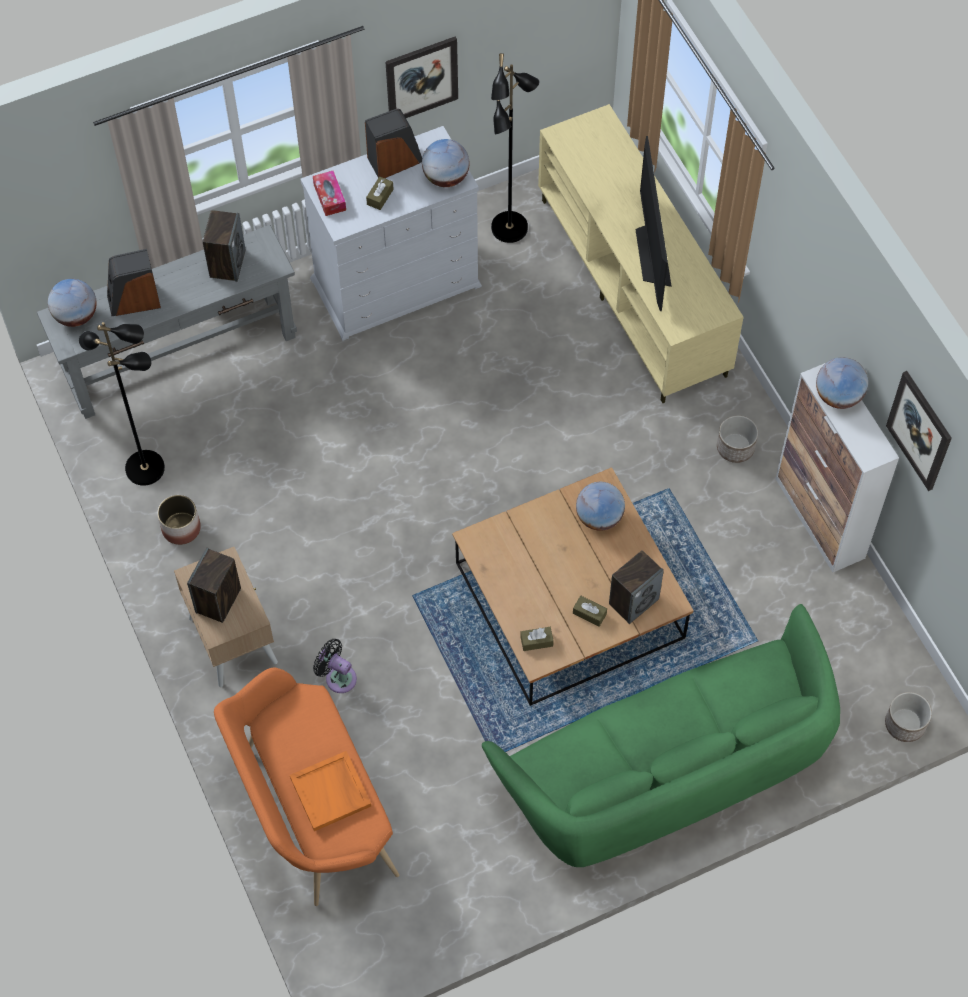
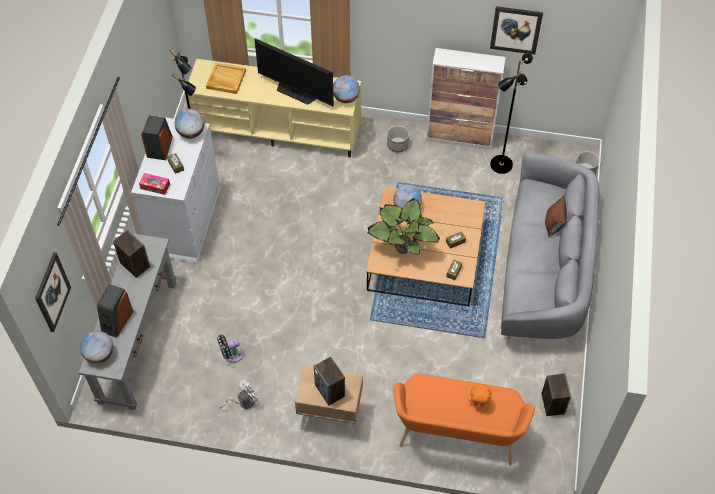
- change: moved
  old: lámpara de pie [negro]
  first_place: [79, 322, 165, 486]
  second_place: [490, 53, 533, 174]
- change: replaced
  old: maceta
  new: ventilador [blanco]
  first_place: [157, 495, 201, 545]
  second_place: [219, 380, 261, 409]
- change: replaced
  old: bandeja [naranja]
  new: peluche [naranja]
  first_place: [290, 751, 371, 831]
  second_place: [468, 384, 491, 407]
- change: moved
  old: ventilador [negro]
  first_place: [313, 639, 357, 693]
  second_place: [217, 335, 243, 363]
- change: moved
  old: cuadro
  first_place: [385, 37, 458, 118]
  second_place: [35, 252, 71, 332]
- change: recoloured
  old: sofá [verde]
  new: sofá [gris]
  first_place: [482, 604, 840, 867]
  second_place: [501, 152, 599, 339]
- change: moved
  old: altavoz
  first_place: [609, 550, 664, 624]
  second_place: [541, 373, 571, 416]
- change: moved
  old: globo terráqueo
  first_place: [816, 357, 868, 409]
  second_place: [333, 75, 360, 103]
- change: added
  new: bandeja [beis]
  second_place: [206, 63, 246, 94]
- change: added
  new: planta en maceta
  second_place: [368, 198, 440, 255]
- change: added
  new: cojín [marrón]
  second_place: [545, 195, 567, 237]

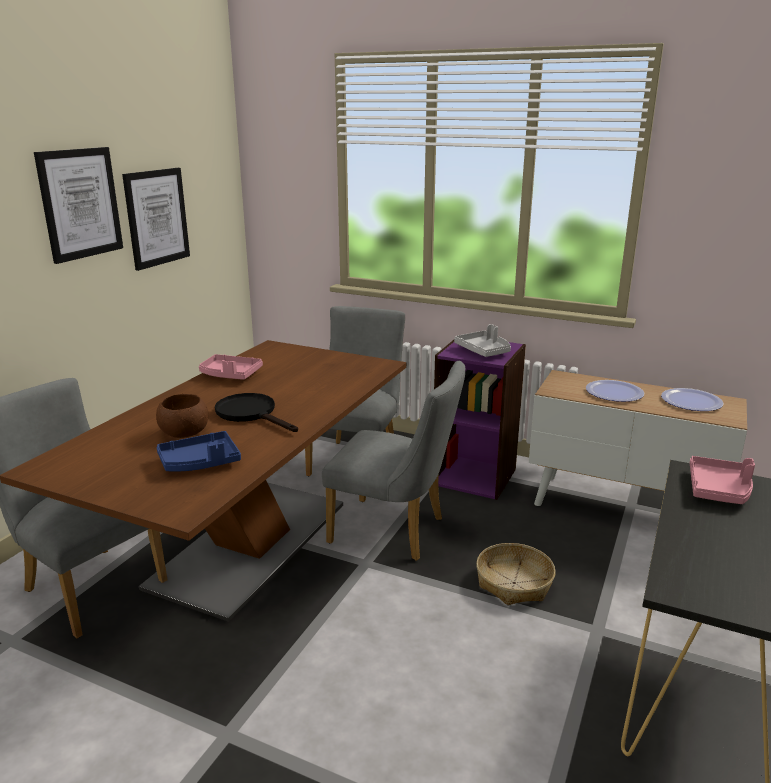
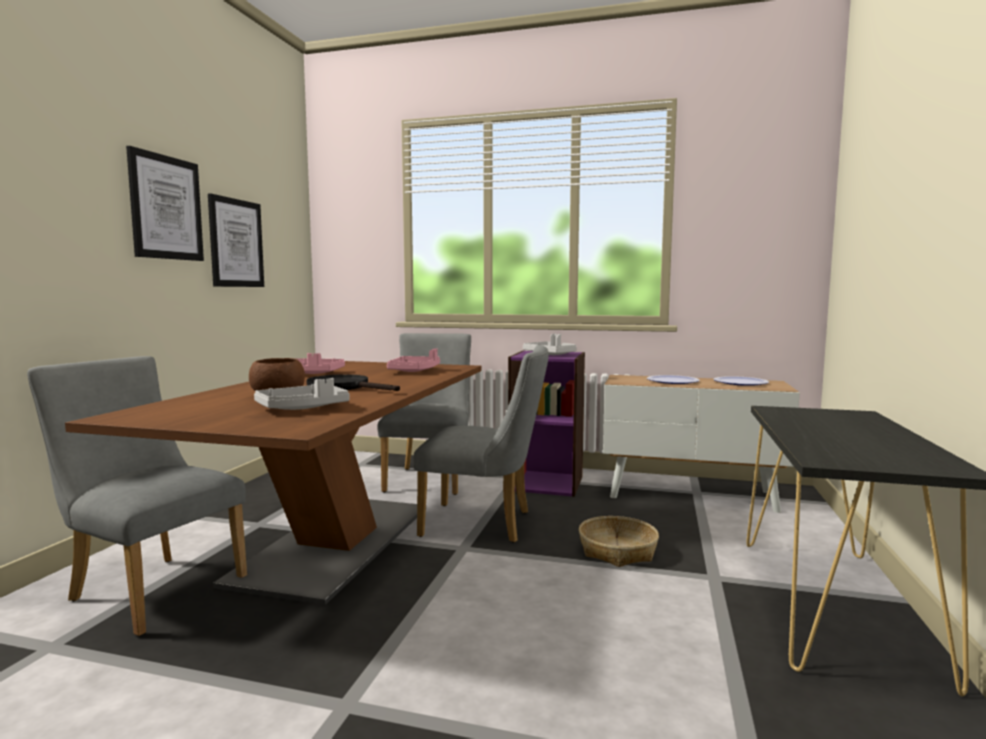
- change: recoloured
  old: bandeja [azul]
  new: bandeja [gris]
  first_place: [156, 431, 241, 472]
  second_place: [254, 378, 350, 410]
- change: moved
  old: bandeja [rosa]
  first_place: [690, 456, 755, 504]
  second_place: [387, 348, 440, 372]

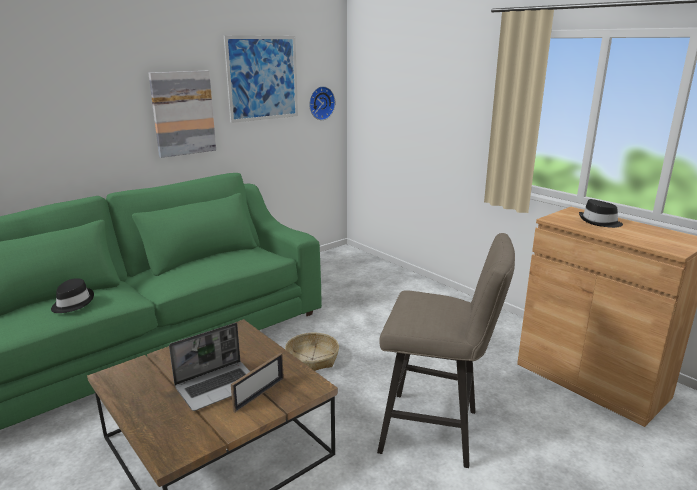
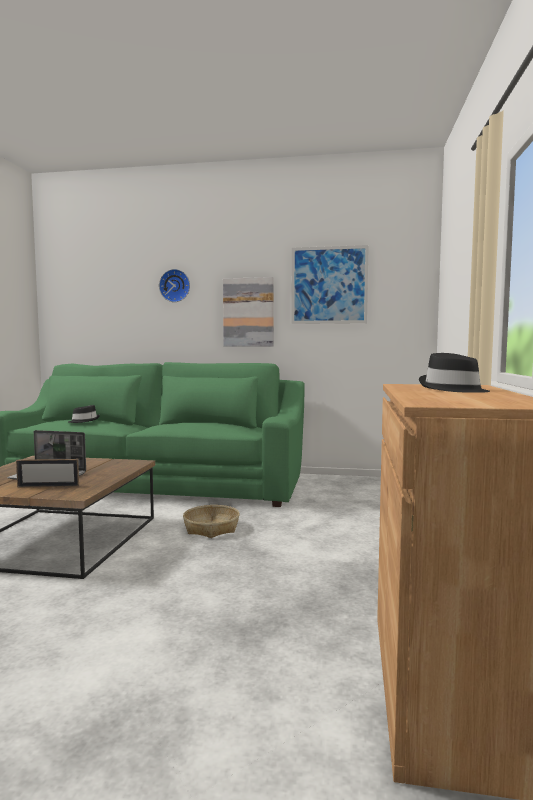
- change: moved
  old: reloj de pared
  first_place: [309, 86, 335, 120]
  second_place: [159, 269, 190, 302]
- change: removed
  old: taburete [beis]
  first_place: [377, 233, 515, 468]

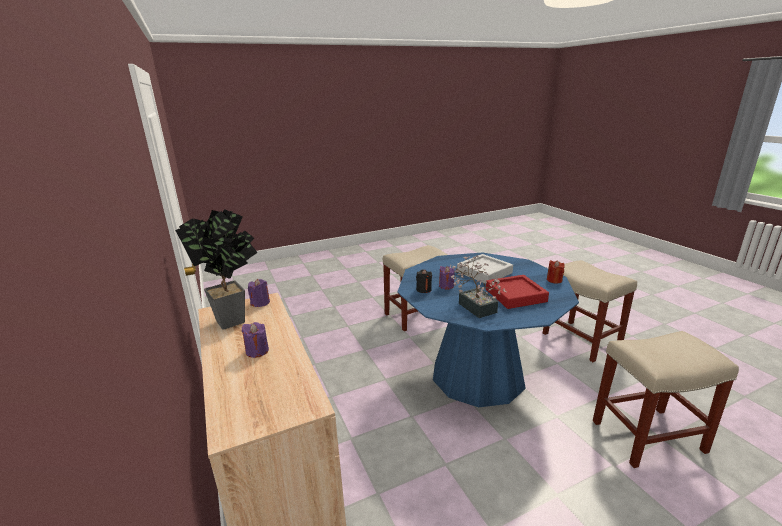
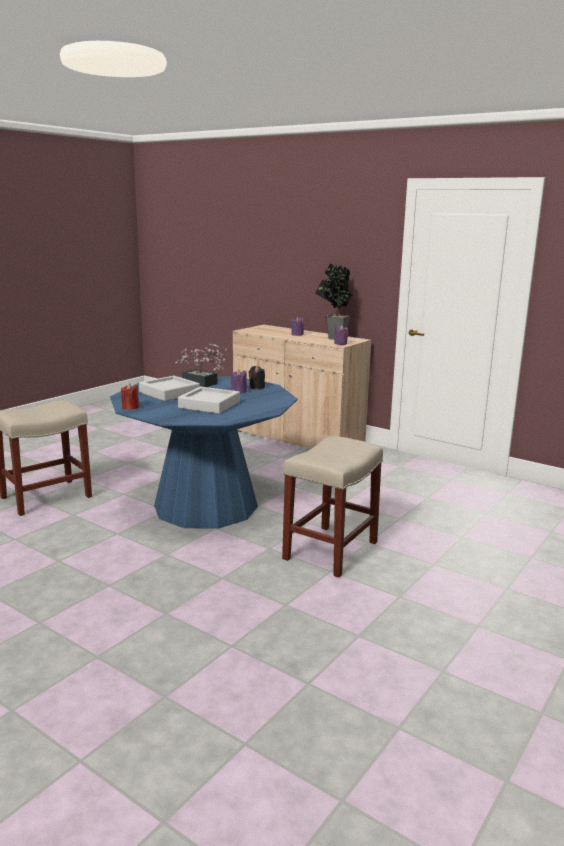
- change: recoloured
  old: bandeja [rojo]
  new: bandeja [gris]
  first_place: [486, 275, 549, 309]
  second_place: [139, 376, 200, 401]
- change: removed
  old: taburete [beis]
  first_place: [543, 260, 637, 362]

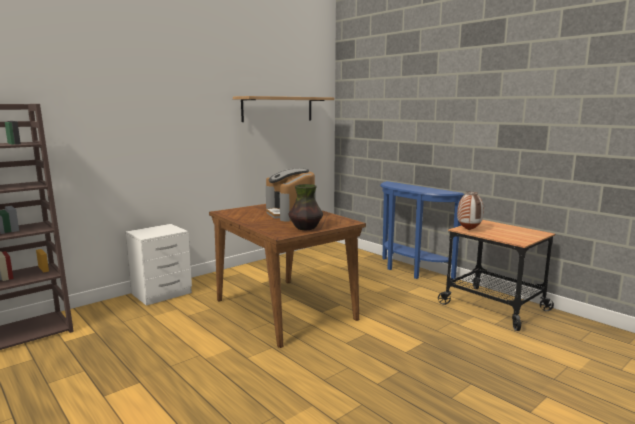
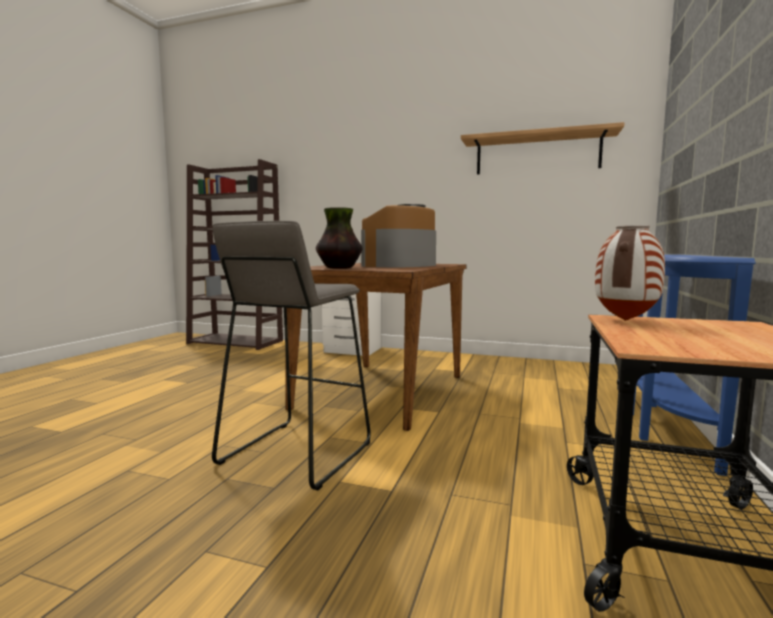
- change: added
  new: taburete [gris]
  second_place: [212, 221, 371, 491]

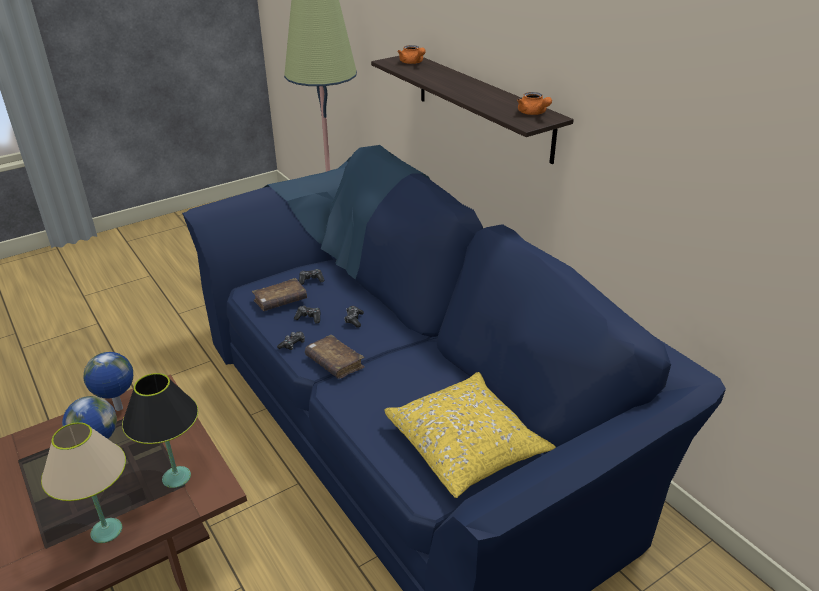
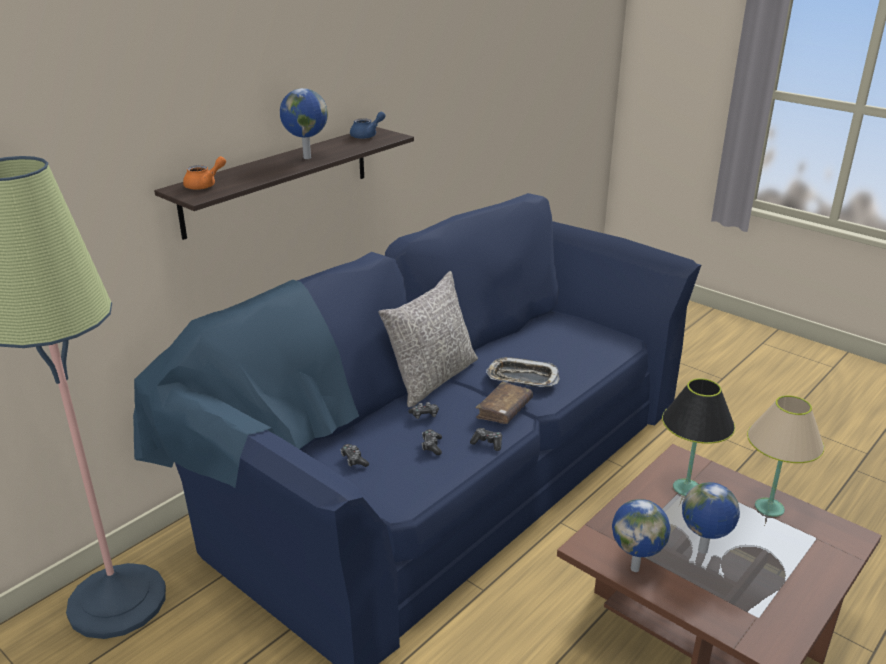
- change: removed
  old: libro [marrón]
  first_place: [252, 278, 307, 311]
- change: removed
  old: cojín [amarillo]
  first_place: [384, 372, 556, 498]
- change: recoloured
  old: tetera [naranja]
  new: tetera [azul]
  first_place: [517, 92, 552, 115]
  second_place: [350, 111, 385, 139]
- change: added
  new: globo terráqueo
  second_place: [280, 88, 328, 159]
- change: added
  new: cojín [gris]
  second_place: [378, 271, 478, 407]
- change: added
  new: bandeja
  second_place: [486, 357, 560, 387]

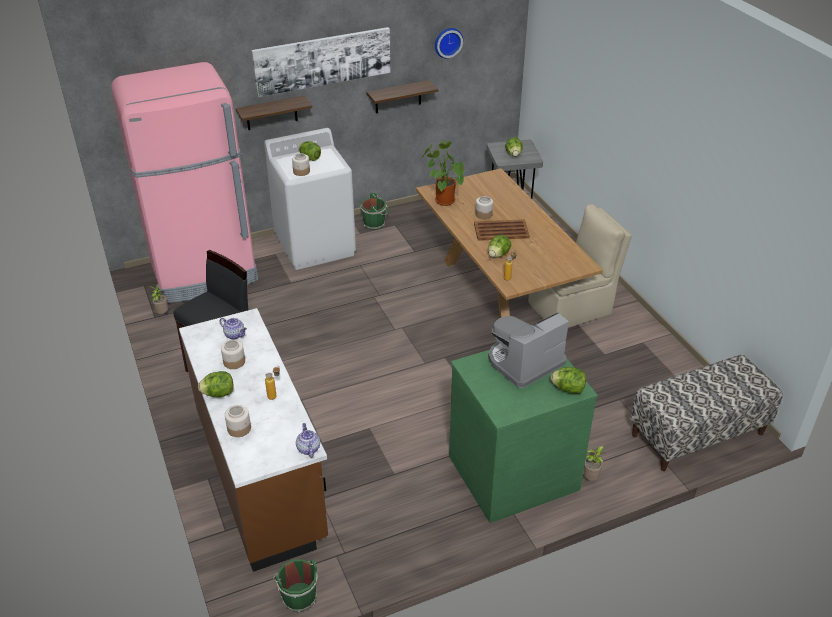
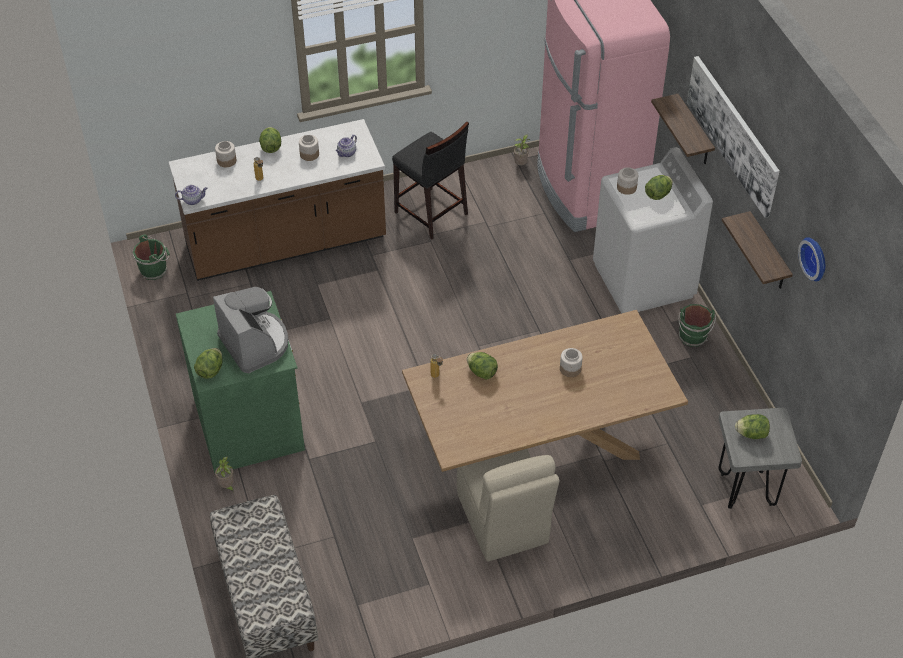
- change: removed
  old: planta en maceta
  first_place: [422, 140, 467, 206]
- change: removed
  old: bandeja [marrón]
  first_place: [474, 219, 530, 241]

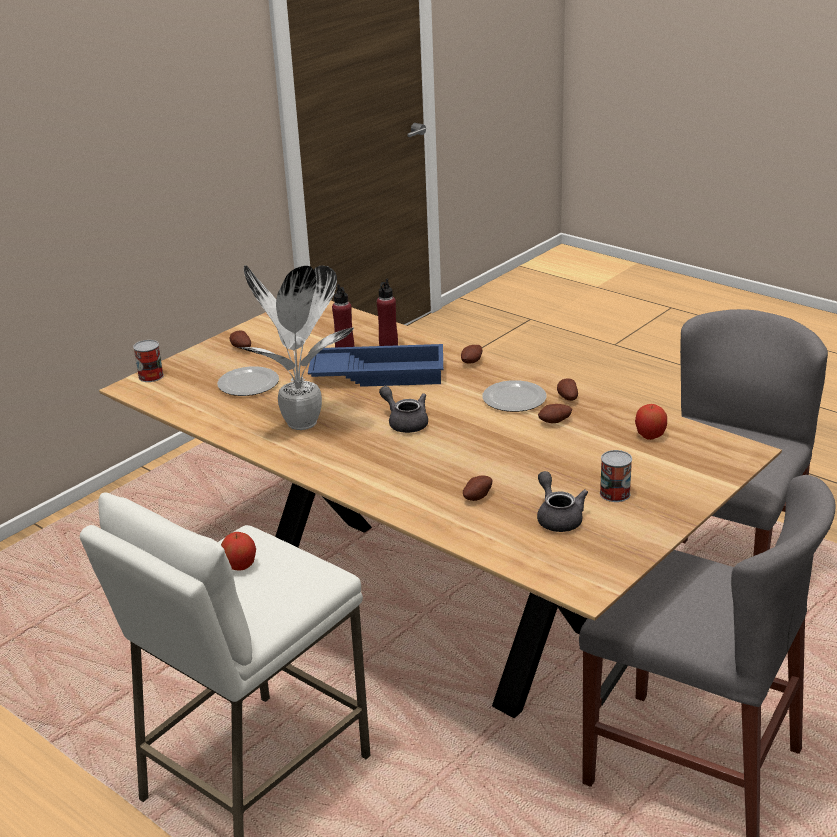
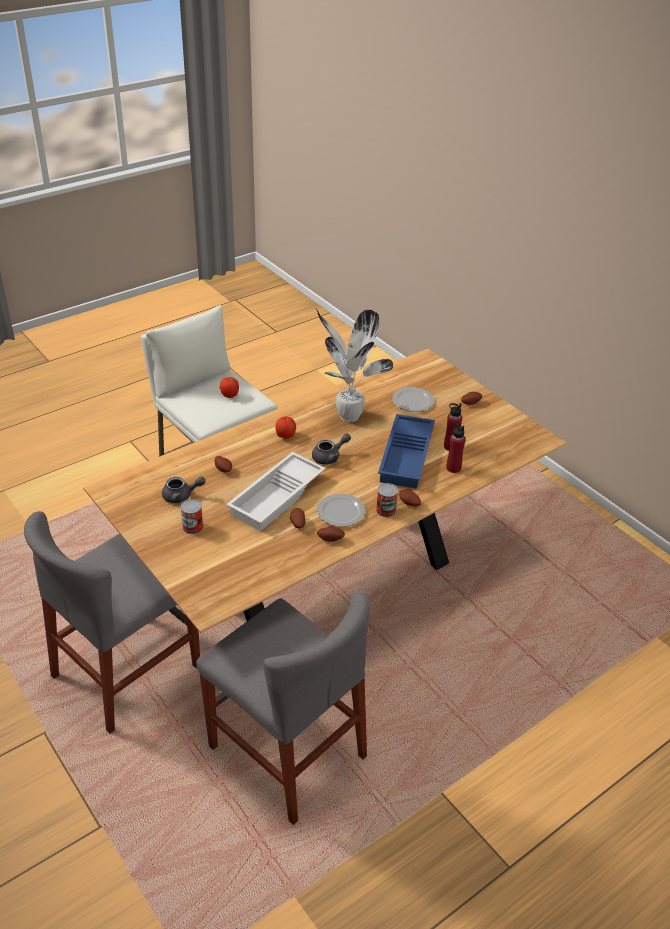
- change: moved
  old: lata
  first_place: [133, 340, 164, 382]
  second_place: [376, 483, 398, 517]
- change: moved
  old: manzana
  first_place: [635, 404, 667, 440]
  second_place: [275, 416, 296, 439]
- change: added
  new: bandeja [blanco]
  second_place: [226, 452, 326, 531]

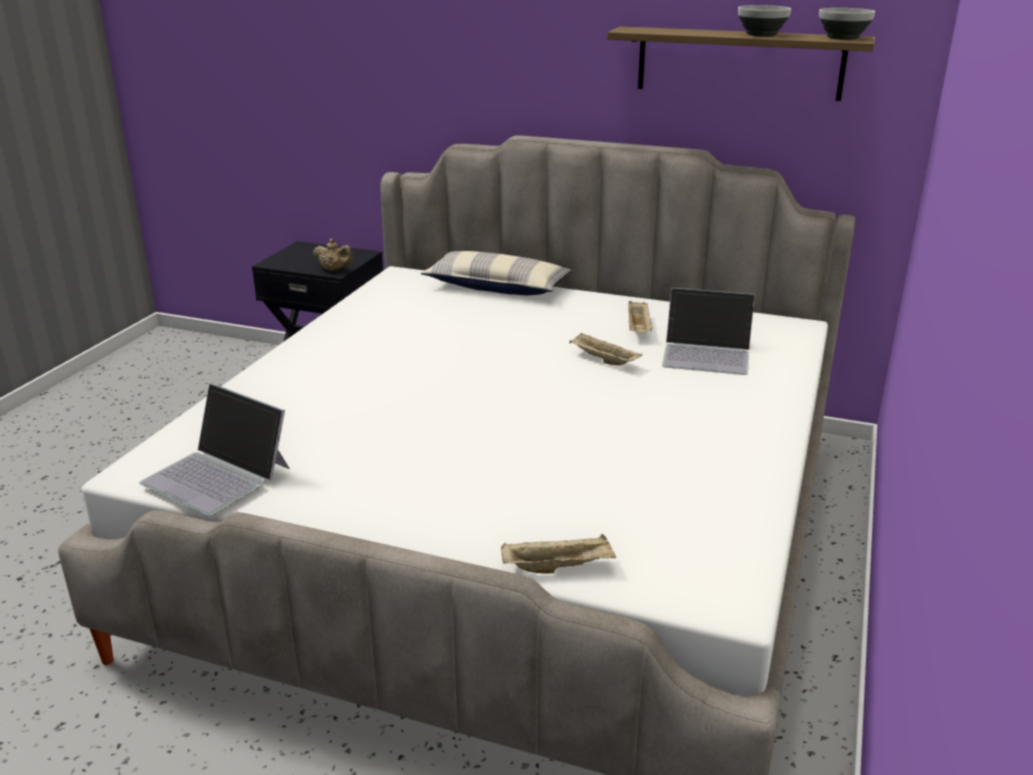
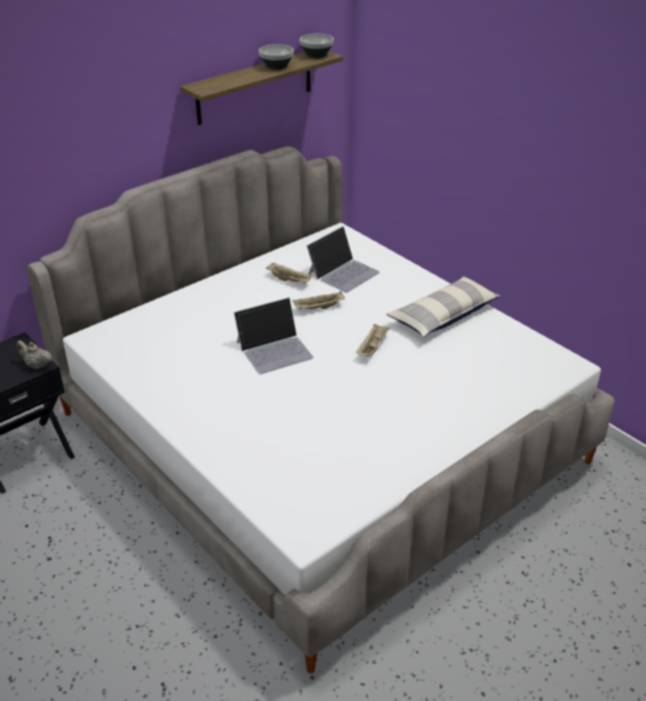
- change: moved
  old: portátil
  first_place: [140, 383, 290, 516]
  second_place: [234, 297, 313, 374]
- change: turned
  old: tetera [beis]
  first_place: [313, 239, 353, 271]
  second_place: [16, 341, 52, 369]
  degrees: -120
- change: moved
  old: cojín
  first_place: [420, 251, 572, 295]
  second_place: [386, 276, 501, 337]
- change: moved
  old: bandeja [beis]
  first_place: [501, 534, 616, 574]
  second_place: [356, 324, 391, 357]

